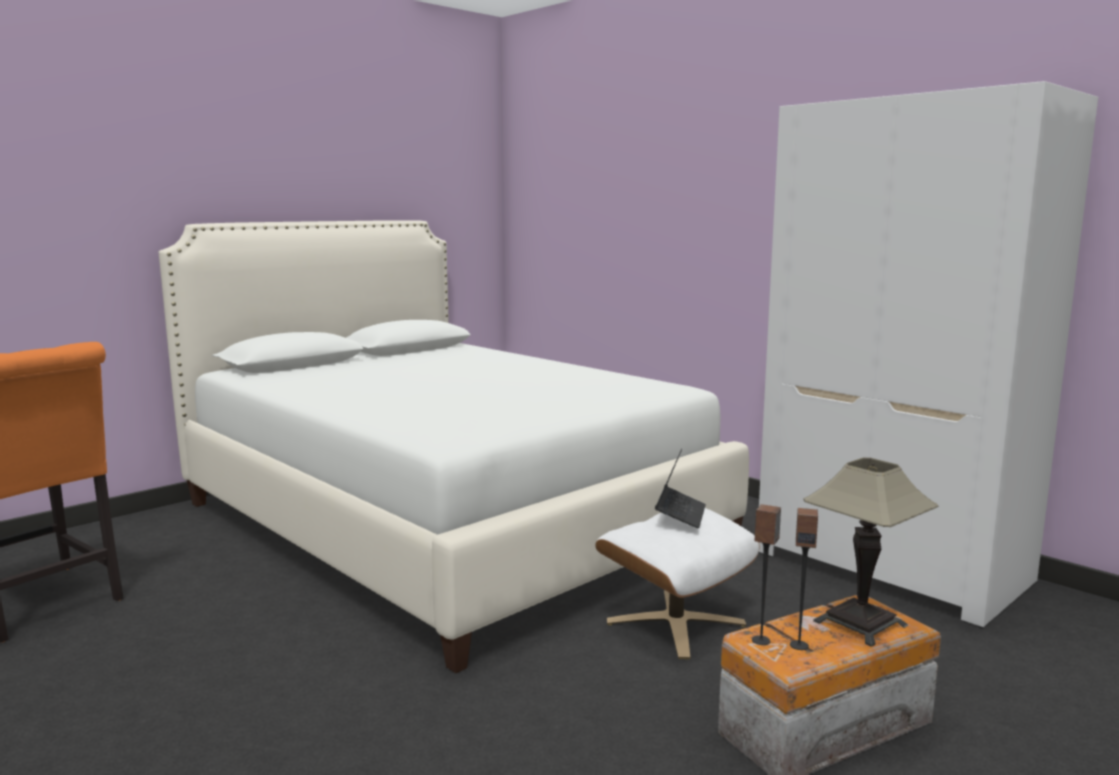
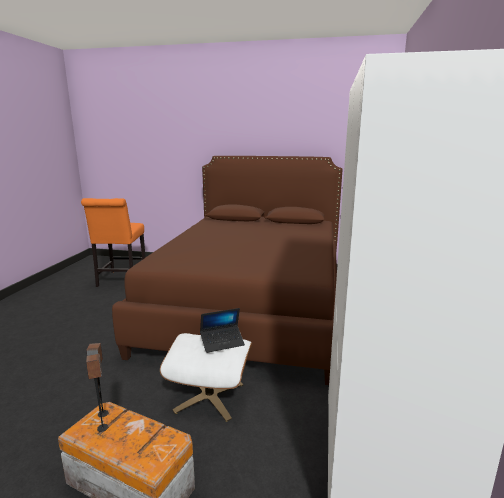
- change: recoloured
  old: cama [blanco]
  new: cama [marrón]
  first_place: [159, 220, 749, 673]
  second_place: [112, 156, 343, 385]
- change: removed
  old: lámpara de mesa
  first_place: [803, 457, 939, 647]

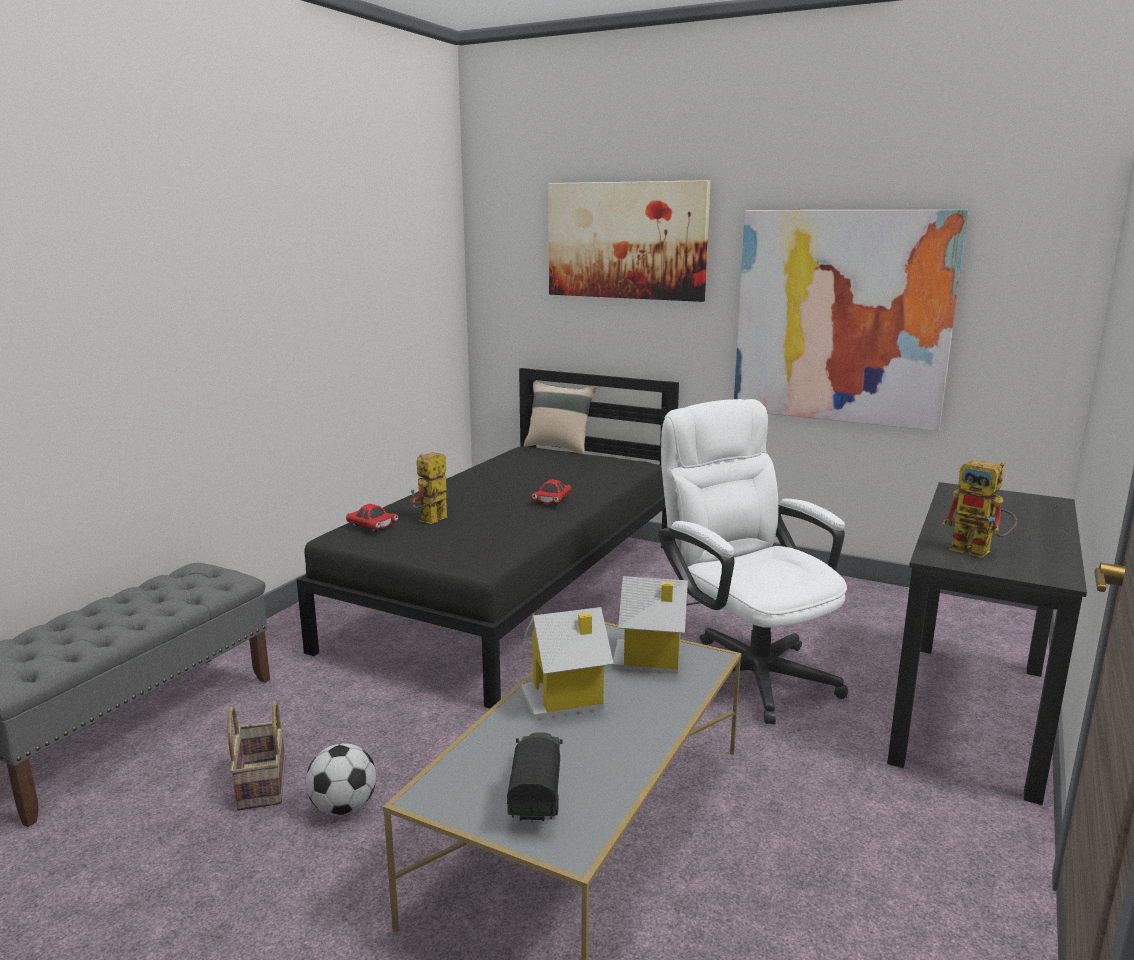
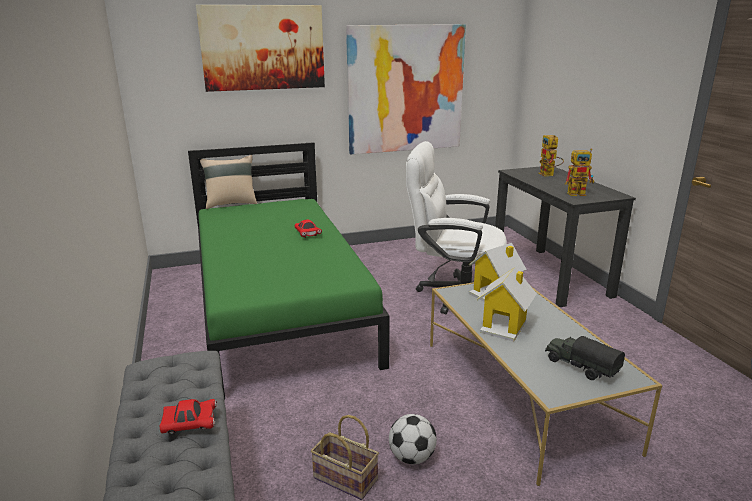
- change: recoloured
  old: cama [negro]
  new: cama [verde]
  first_place: [297, 368, 679, 709]
  second_place: [188, 142, 390, 400]
- change: moved
  old: coche de juguete [rojo]
  first_place: [346, 504, 398, 532]
  second_place: [160, 399, 217, 434]
- change: moved
  old: robot de juguete
  first_place: [410, 452, 448, 524]
  second_place: [538, 135, 564, 177]

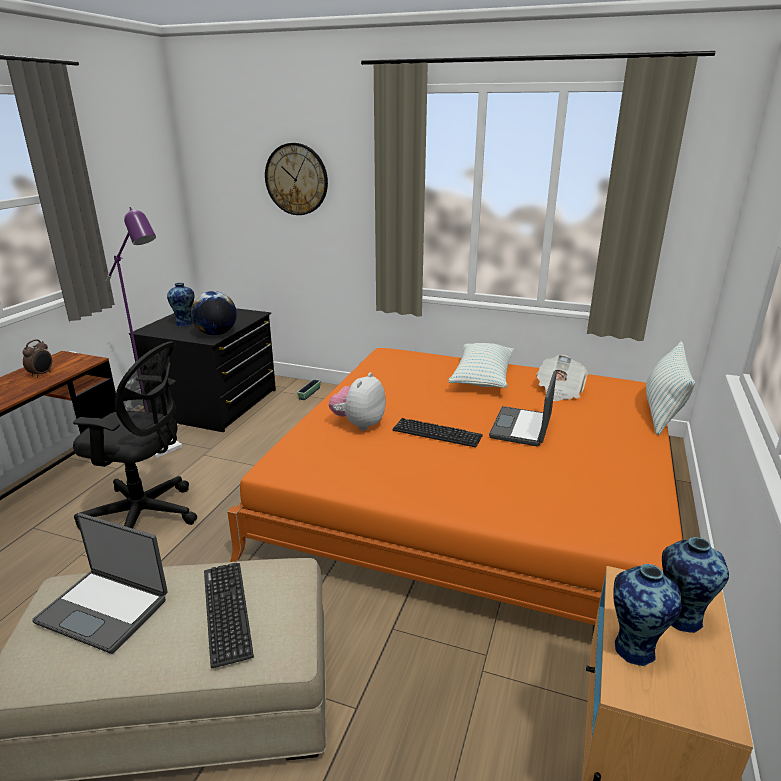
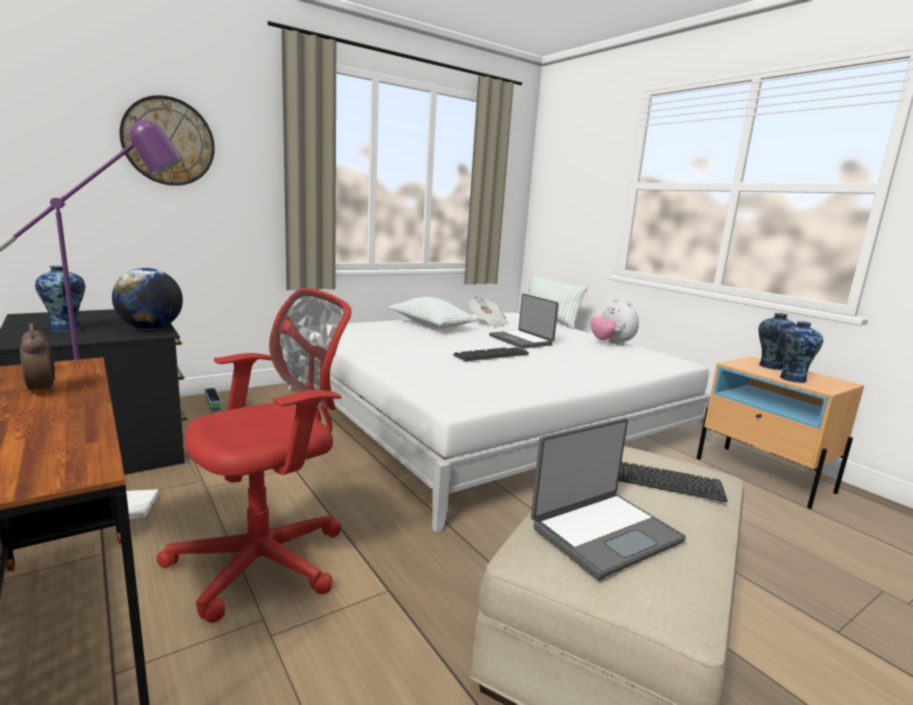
- change: recoloured
  old: silla de oficina [negro]
  new: silla de oficina [rojo]
  first_place: [73, 341, 197, 530]
  second_place: [156, 288, 352, 623]
- change: recoloured
  old: cama [naranja]
  new: cama [blanco]
  first_place: [227, 348, 683, 625]
  second_place: [288, 313, 712, 533]
- change: moved
  old: peluche
  first_place: [329, 372, 386, 431]
  second_place: [591, 299, 639, 346]

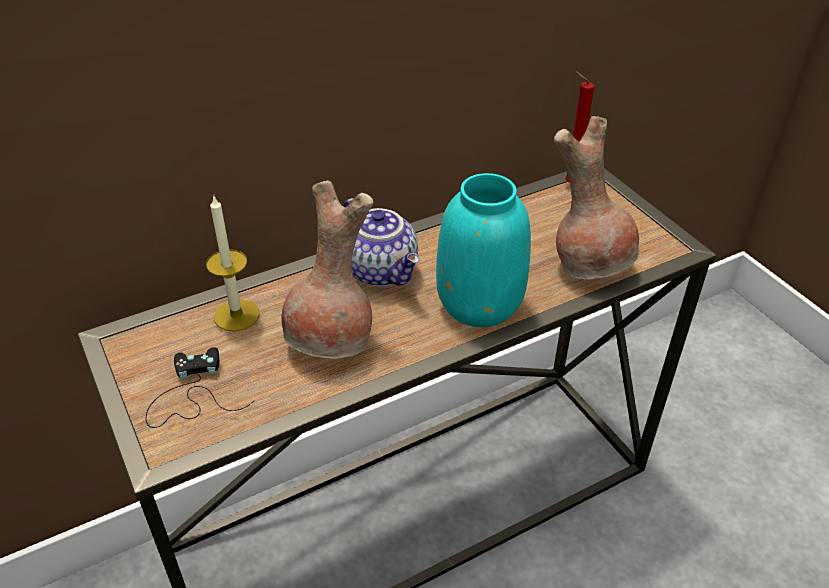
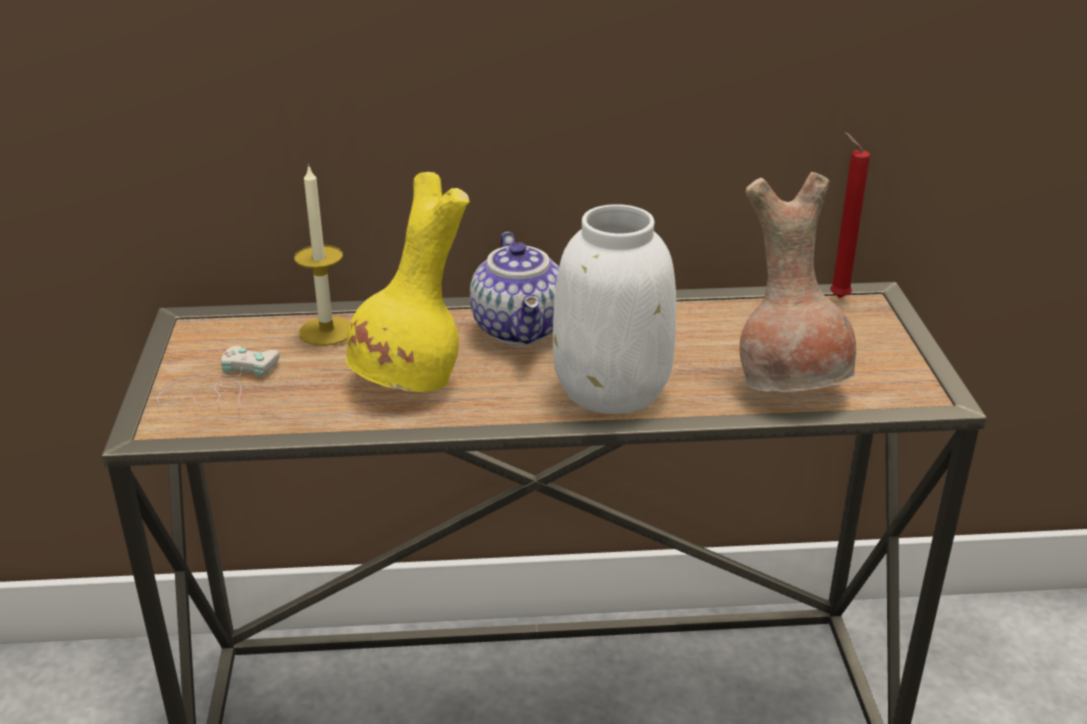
- change: recoloured
  old: mando de consola [negro]
  new: mando de consola [blanco]
  first_place: [146, 347, 255, 428]
  second_place: [157, 346, 280, 412]
- change: recoloured
  old: florero [marrón]
  new: florero [amarillo]
  first_place: [282, 181, 373, 358]
  second_place: [345, 172, 470, 392]
- change: recoloured
  old: florero [turquesa]
  new: florero [blanco]
  first_place: [436, 173, 531, 327]
  second_place: [553, 204, 676, 414]

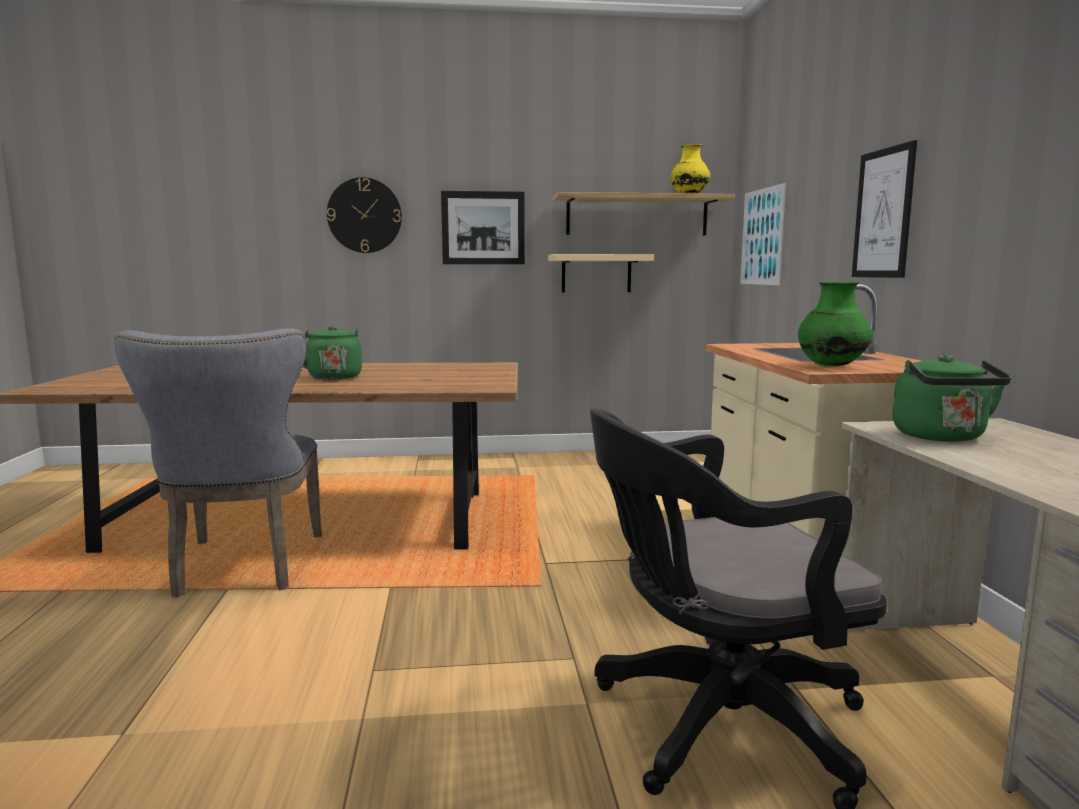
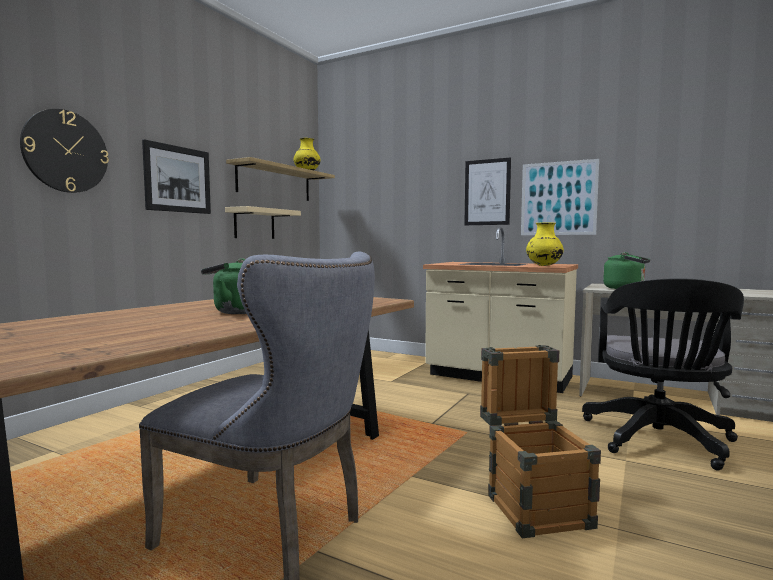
- change: moved
  old: cuadro
  first_place: [740, 183, 786, 285]
  second_place: [521, 159, 599, 235]
- change: recoloured
  old: florero [verde]
  new: florero [amarillo]
  first_place: [798, 281, 873, 367]
  second_place: [526, 223, 564, 266]
- change: added
  new: caja de embalaje
  second_place: [480, 345, 601, 538]

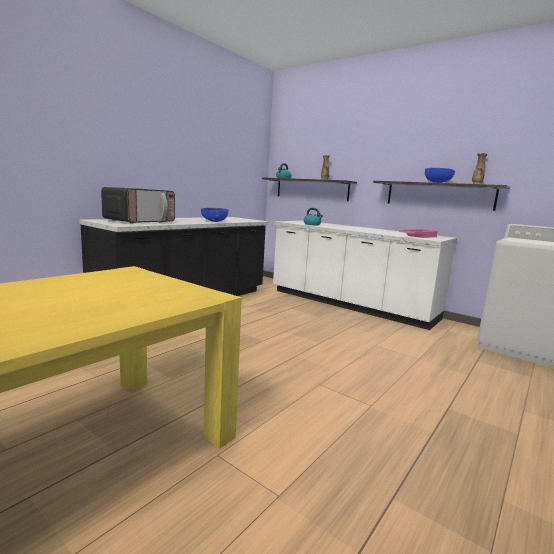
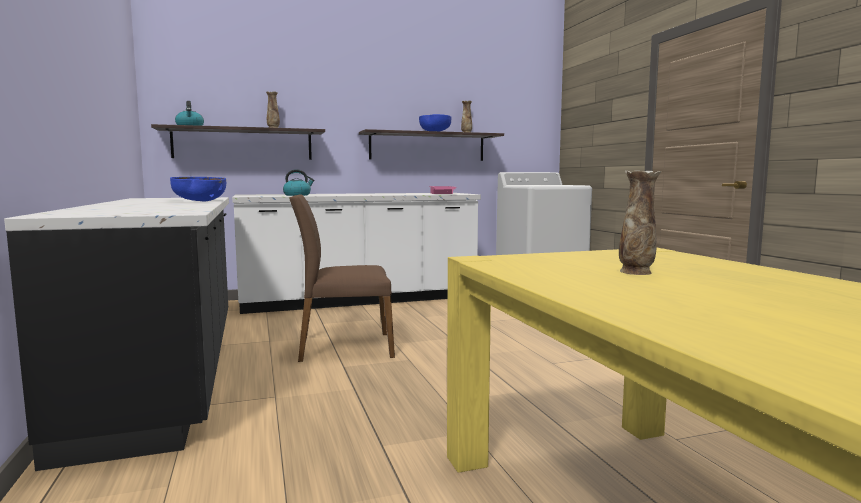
- change: removed
  old: microondas
  first_place: [101, 187, 175, 223]
- change: added
  new: silla [marrón]
  second_place: [289, 194, 395, 362]
- change: added
  new: florero
  second_place: [619, 171, 662, 275]

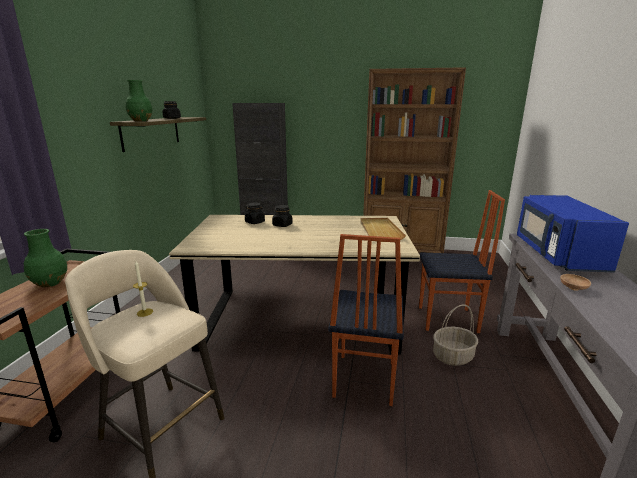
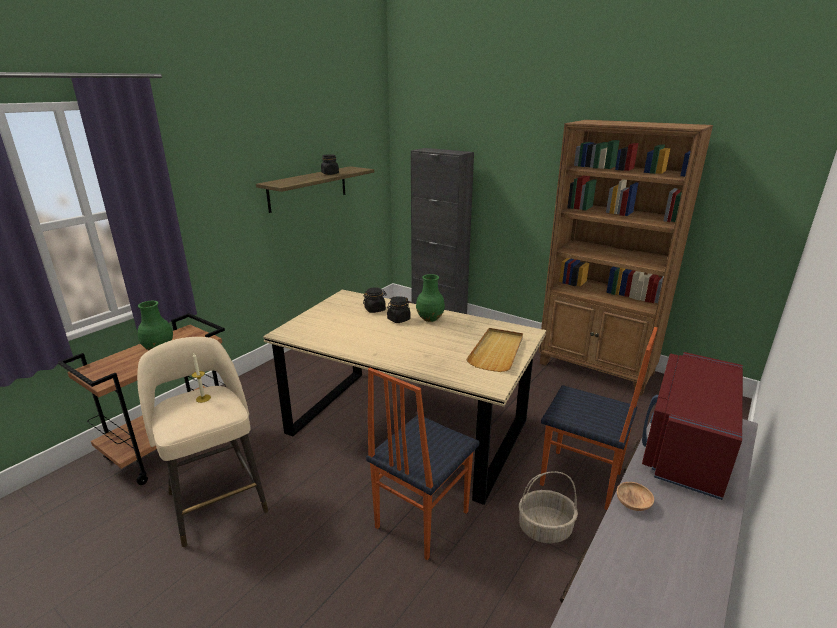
- change: moved
  old: florero [verde]
  first_place: [126, 80, 153, 121]
  second_place: [416, 274, 445, 322]
- change: recoloured
  old: microondas [azul]
  new: microondas [rojo]
  first_place: [517, 195, 629, 273]
  second_place: [642, 352, 743, 500]

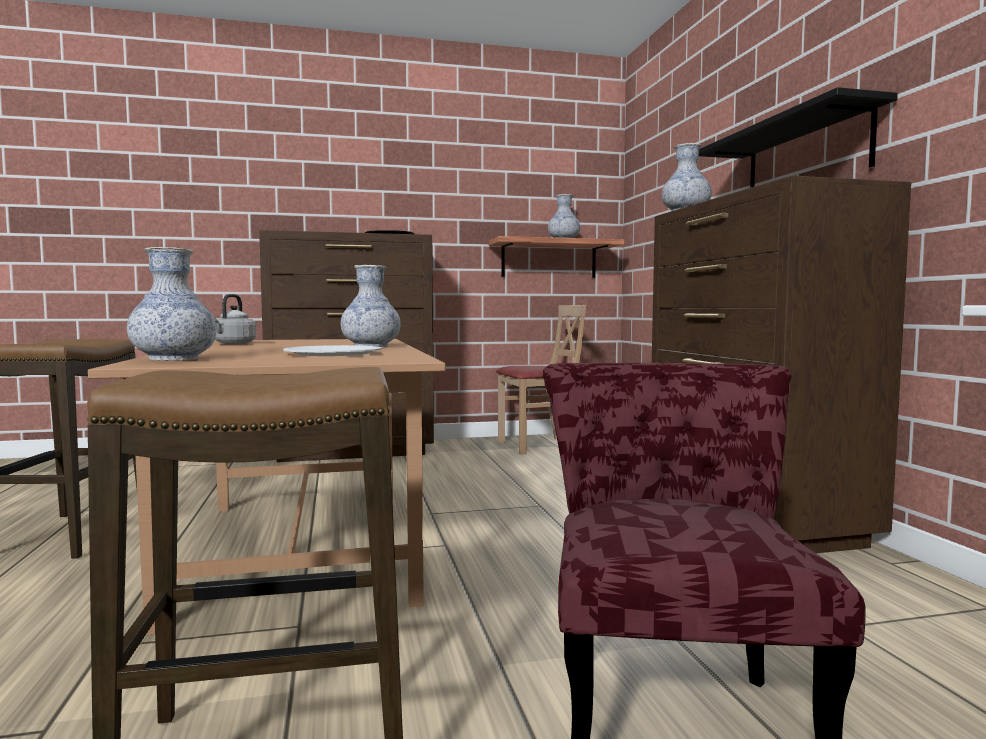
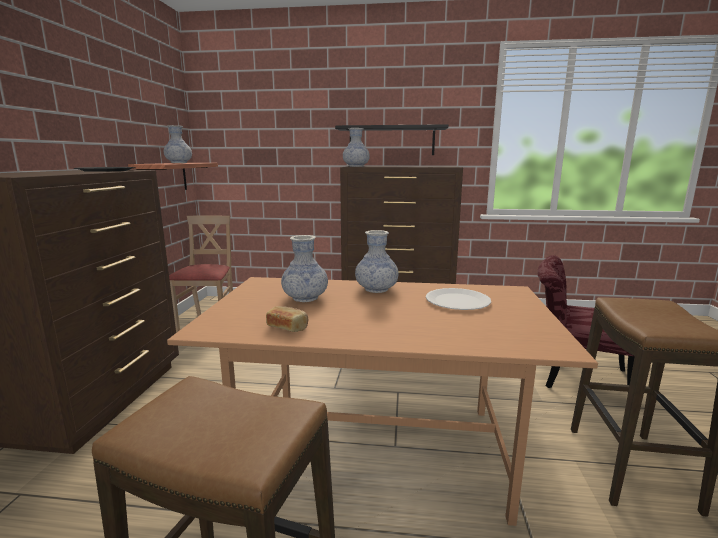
- change: moved
  old: florero
  first_place: [127, 247, 217, 361]
  second_place: [281, 235, 328, 302]
- change: replaced
  old: hervidor [gris]
  new: pan
  first_place: [213, 294, 256, 344]
  second_place: [266, 306, 308, 332]

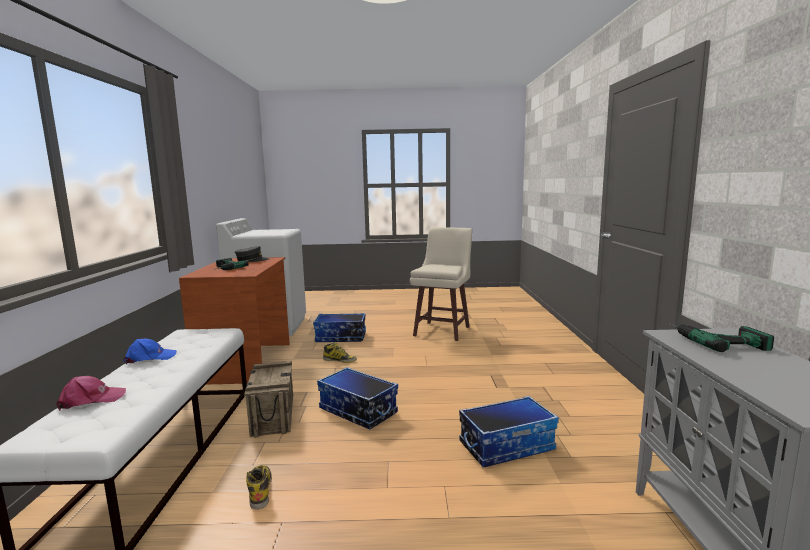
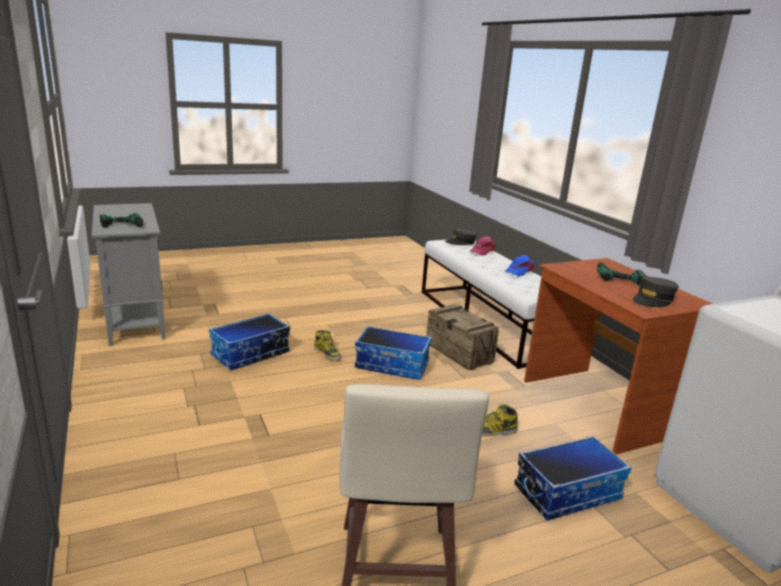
- change: moved
  old: bota
  first_place: [246, 465, 272, 510]
  second_place: [314, 330, 342, 361]
- change: added
  new: gorra [gris]
  second_place: [445, 228, 477, 245]

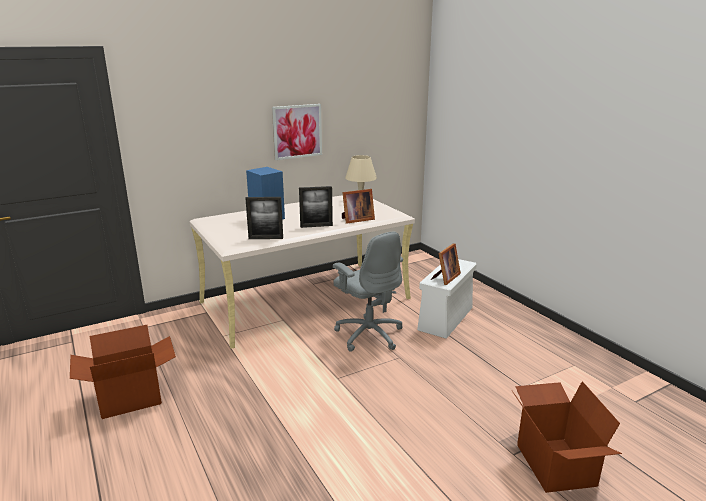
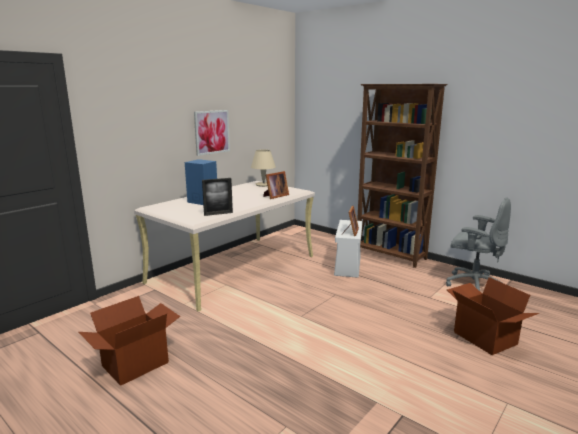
- change: removed
  old: portarretratos
  first_place: [299, 186, 333, 228]
- change: moved
  old: silla de oficina [gris]
  first_place: [333, 232, 403, 352]
  second_place: [446, 197, 511, 291]
- change: added
  new: estantería [marrón]
  second_place: [357, 84, 448, 268]

